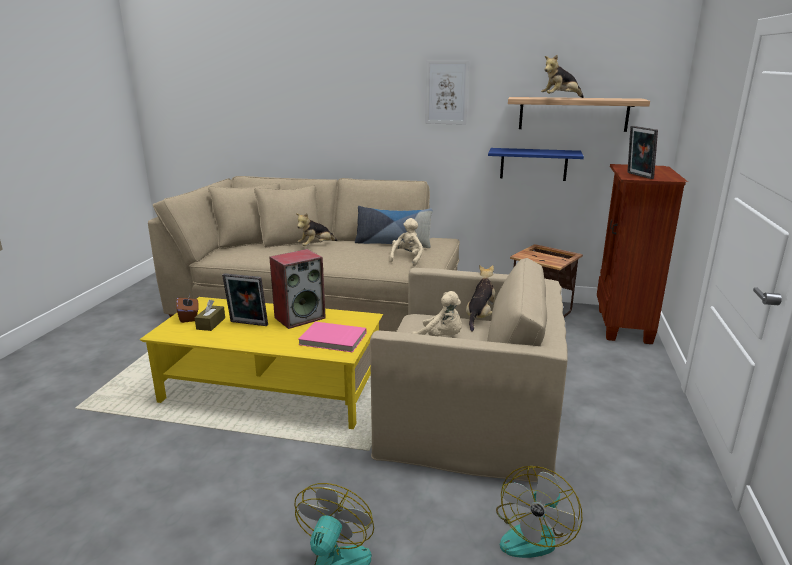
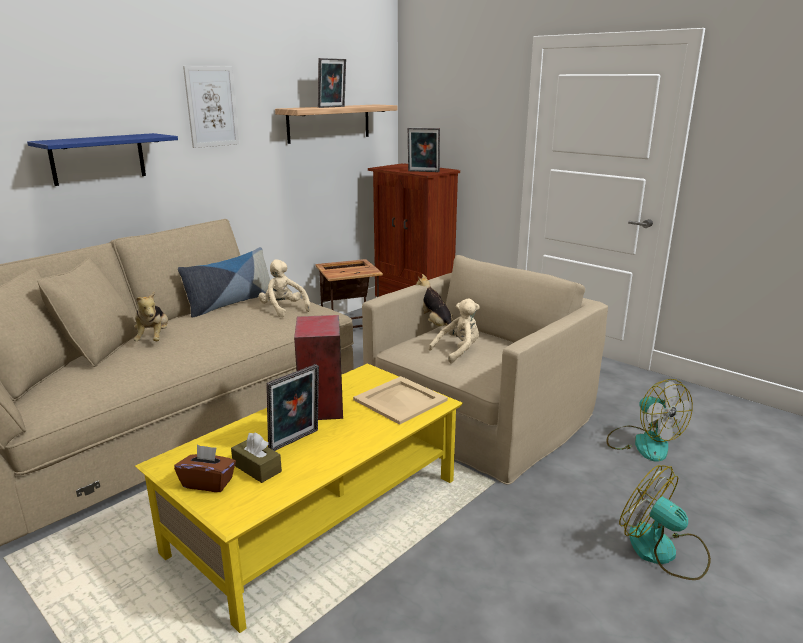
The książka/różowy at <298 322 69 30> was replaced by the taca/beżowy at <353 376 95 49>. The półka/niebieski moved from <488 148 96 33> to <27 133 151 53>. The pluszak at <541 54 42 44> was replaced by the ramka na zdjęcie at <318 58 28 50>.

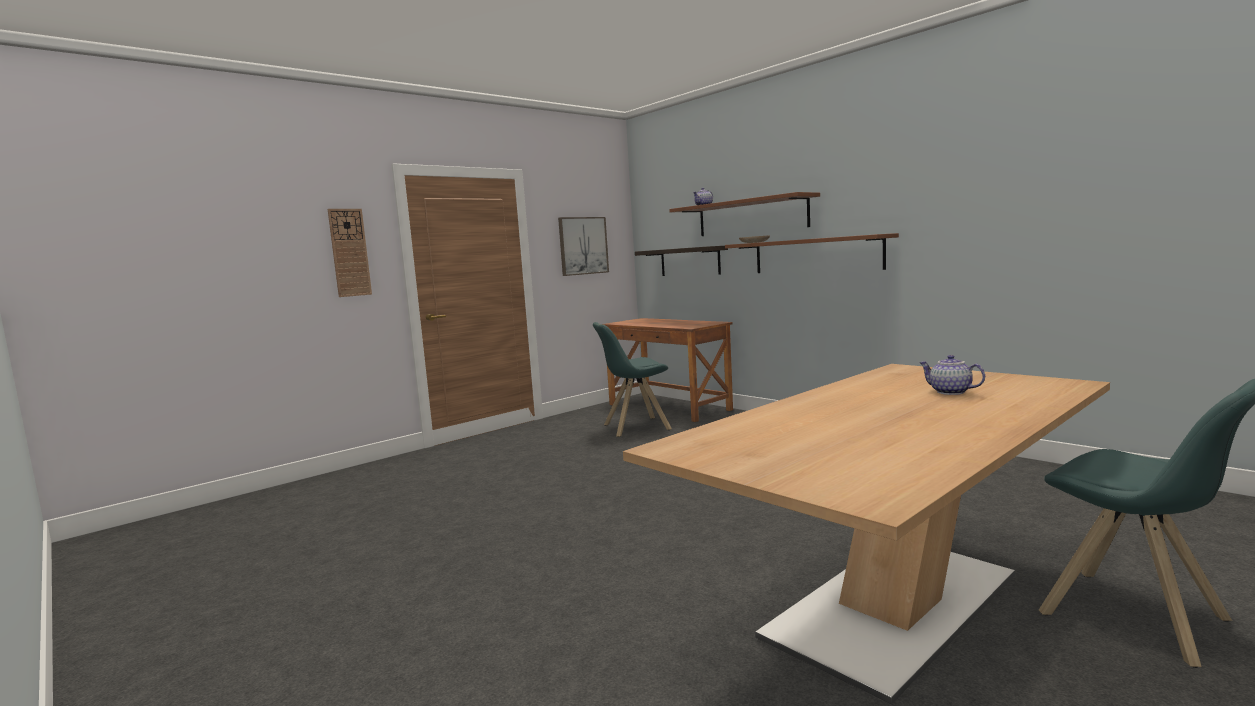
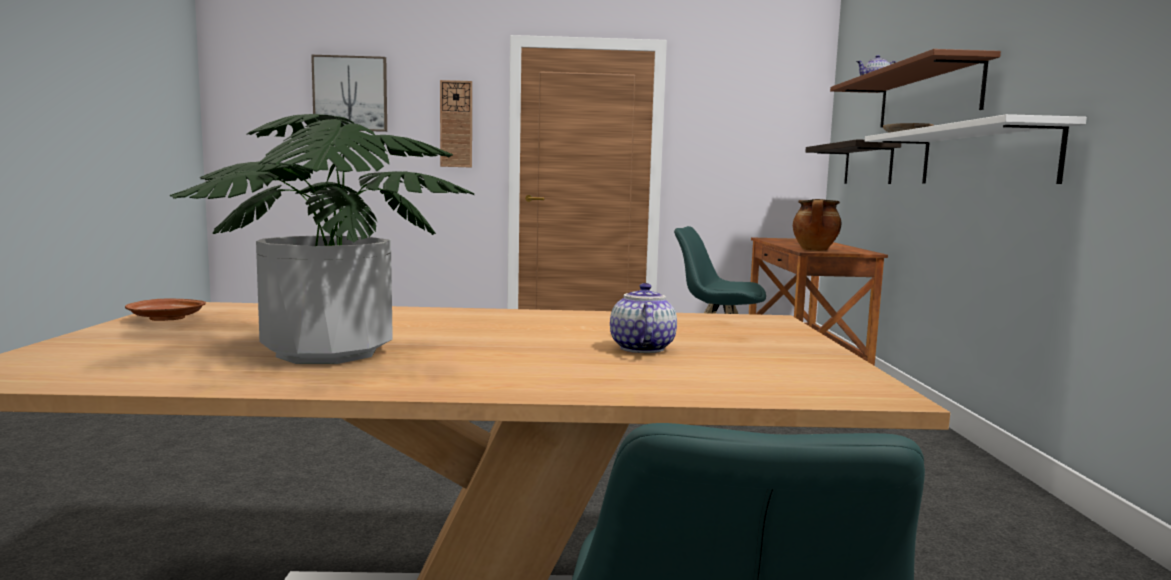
The obraz moved from <558 217 51 59> to <311 55 76 77>. The półka/brązowy at <725 233 174 40> became the półka/biały at <865 114 222 70>. The talerz/brązowy at <125 298 81 23> appeared. The roślina doniczkowa at <170 114 304 250> appeared. The garnek at <793 199 49 52> appeared.

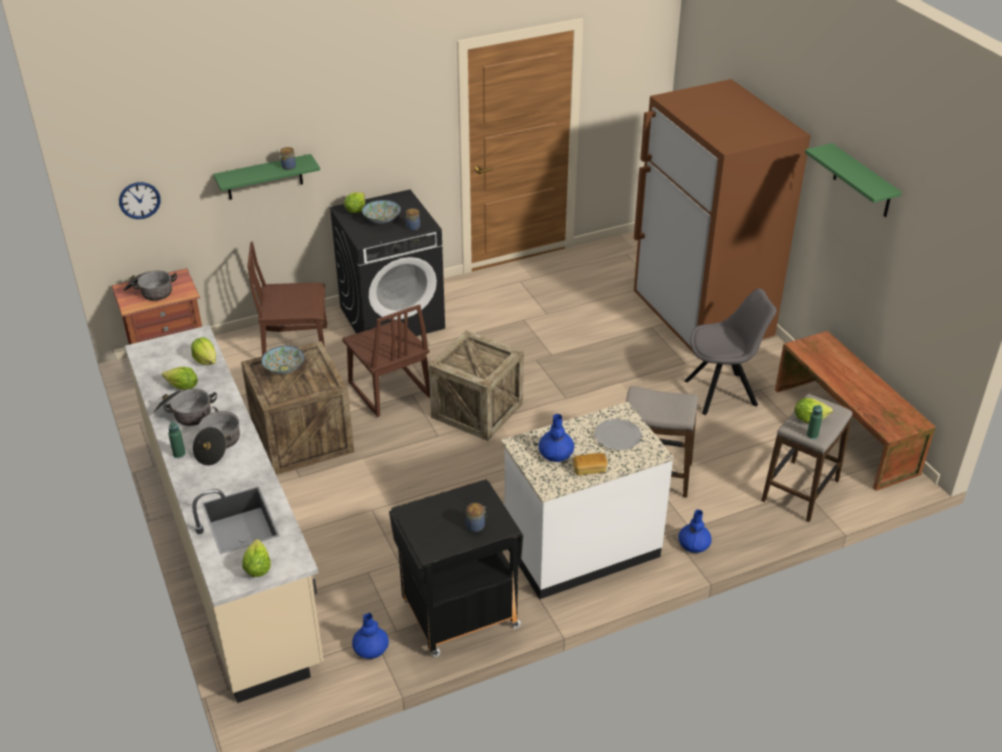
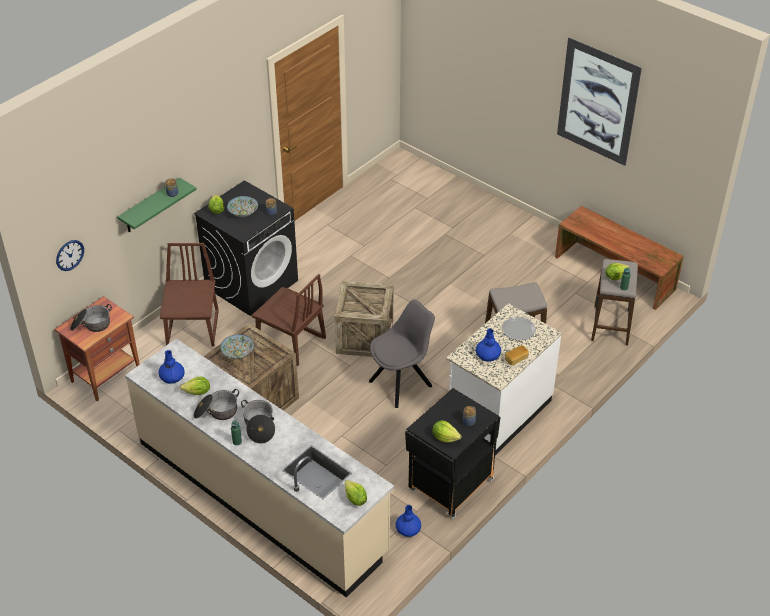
The sałata moved from <191 337 25 28> to <432 420 30 23>. The krzesło/brązowy at <247 242 80 114> turned 120 degrees clockwise. The lodówka/brązowy at <634 79 177 279> disappeared. The wazon/niebieski moved from <678 510 34 43> to <159 350 26 34>. The krzesło/szary moved from <685 288 92 127> to <369 299 66 109>. The półka/zielony at <805 143 97 74> was replaced by the obraz at <557 38 85 128>.

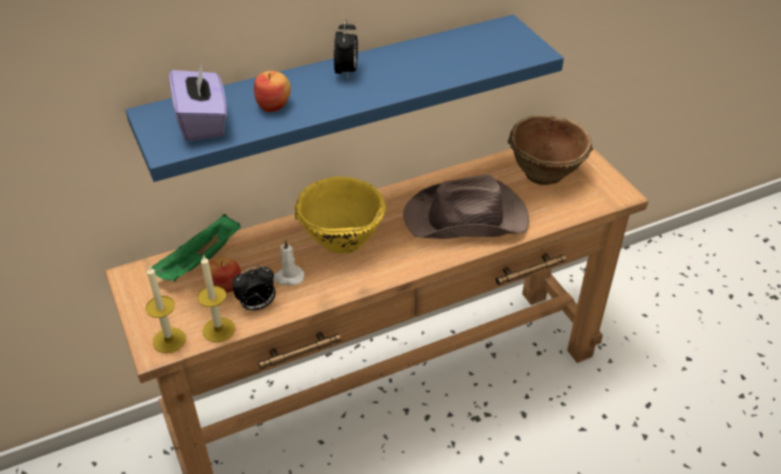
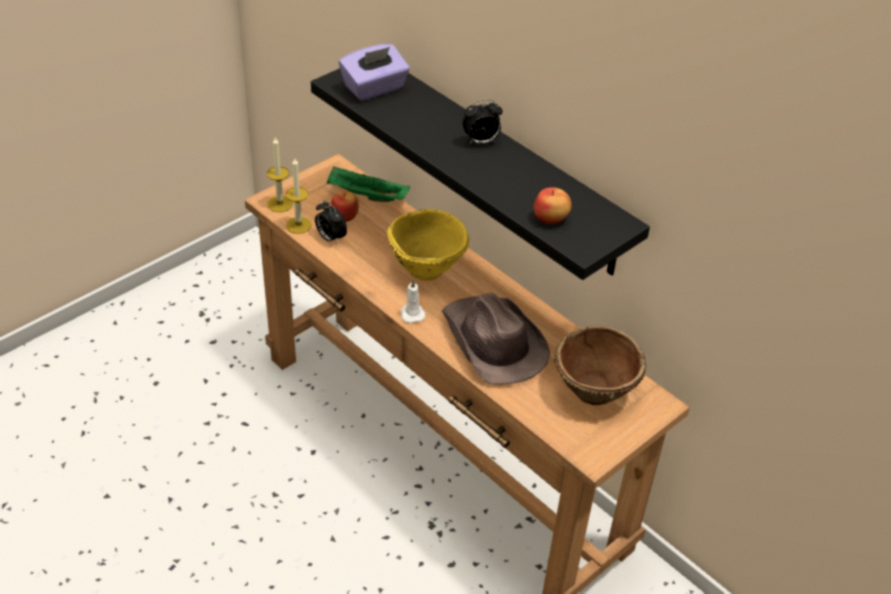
The półka/niebieski at <125 14 439 168> became the półka/czarny at <311 68 339 212>. The jabłko moved from <254 71 37 41> to <534 187 38 37>. The świeca/biały moved from <273 239 32 46> to <400 279 26 44>.

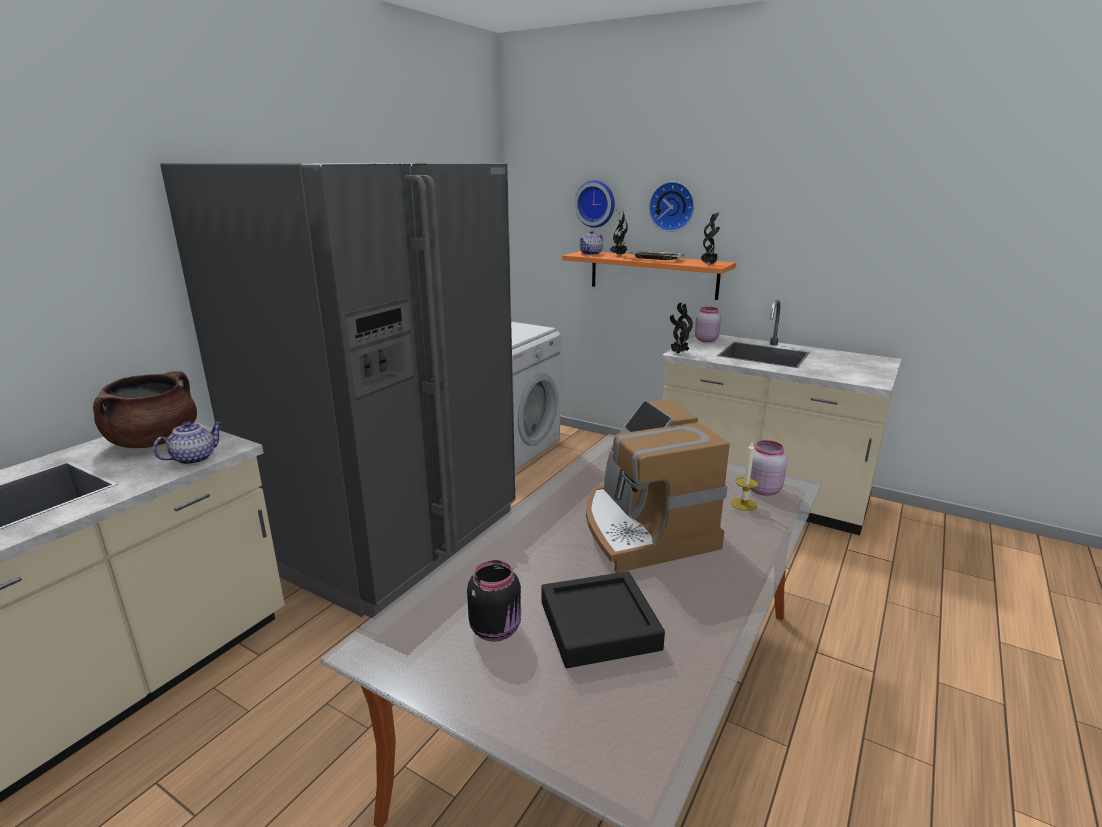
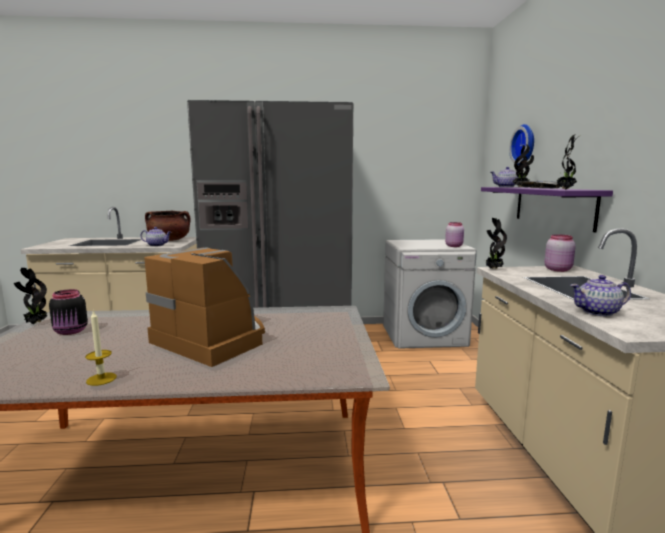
The taca/czarny at <541 571 124 97> disappeared. The półka/pomarańczowy at <562 251 174 49> became the półka/fioletowy at <481 187 132 46>. The ekspres do kawy at <586 399 144 174> turned 90 degrees clockwise. The zegar ścienny at <649 182 45 50> disappeared. The świeca moved from <731 443 27 68> to <85 310 32 76>. The słoik/różowy moved from <750 440 37 56> to <445 222 19 25>. The roślina doniczkowa at <14 268 33 56> appeared. The imbryk at <570 275 61 41> appeared.

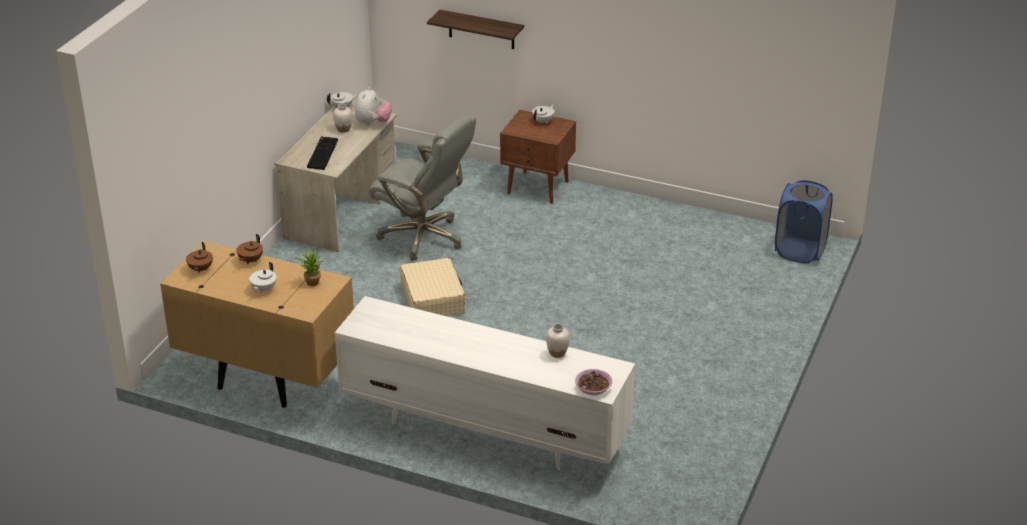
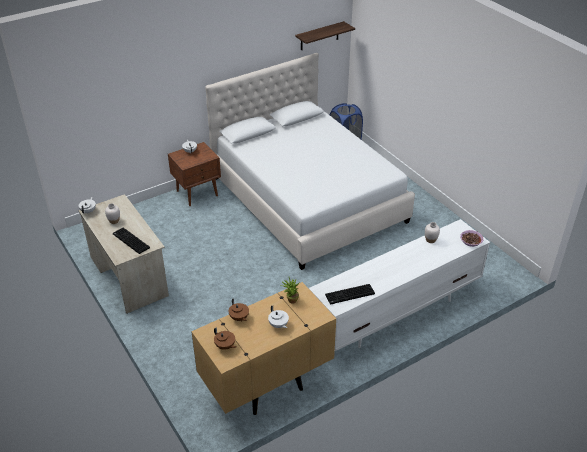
The pluszak at <355 87 37 39> disappeared. The krzesło biurowe/szary at <369 115 107 146> disappeared. The walizka/beżowy at <400 258 66 58> disappeared. The półka moved from <427 9 97 40> to <295 21 60 29>. The łóżko/biały at <205 53 210 217> appeared. The klawiatura at <325 284 50 20> appeared.

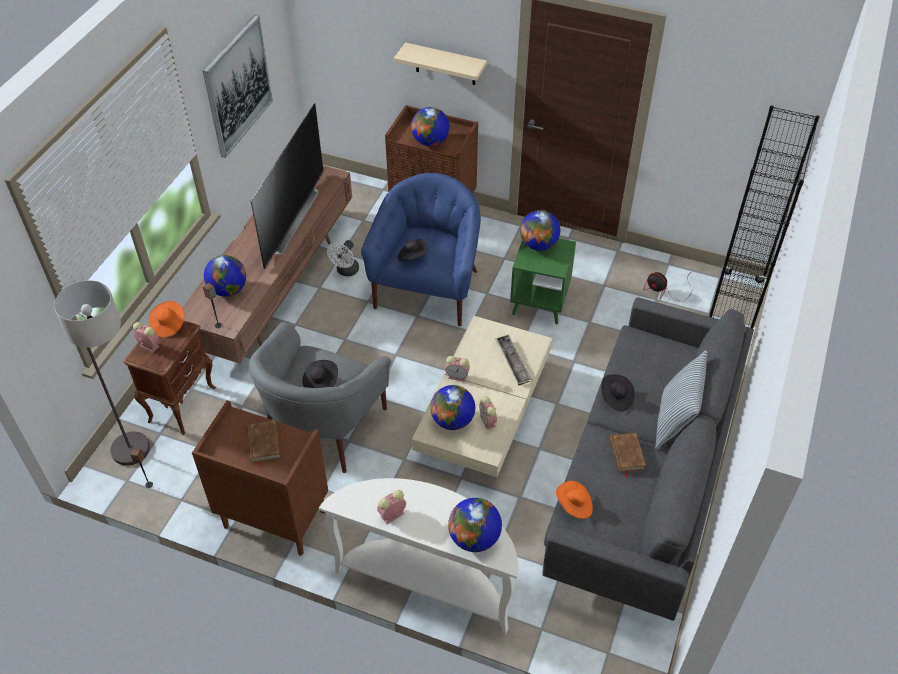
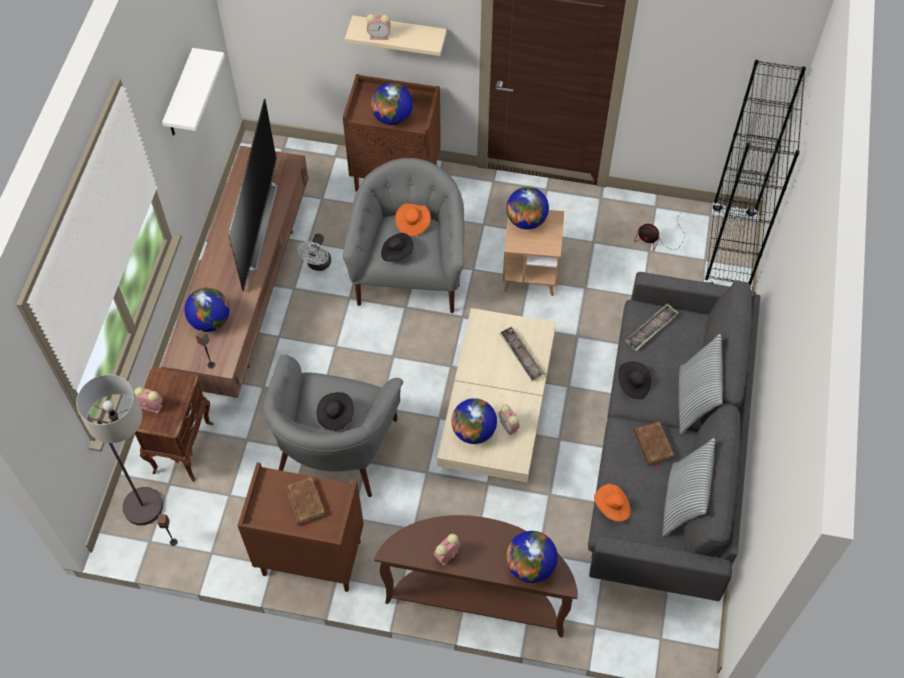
The kapelusz/pomarańczowy moved from <149 301 35 36> to <395 203 36 33>. The obraz at <203 15 70 143> was replaced by the półka/biały at <162 48 63 88>. The stolik konsolowy/biały at <319 478 199 156> became the stolik konsolowy/brązowy at <374 515 204 123>. The fotel/niebieski at <361 173 120 153> became the fotel/szary at <343 158 121 155>. The budzik moved from <445 356 25 26> to <366 14 25 26>. The stolik/zielony at <510 239 66 86> became the stolik/brązowy at <502 210 62 86>. The taca at <625 303 54 48> appeared. The poduszka at <662 438 53 99> appeared.

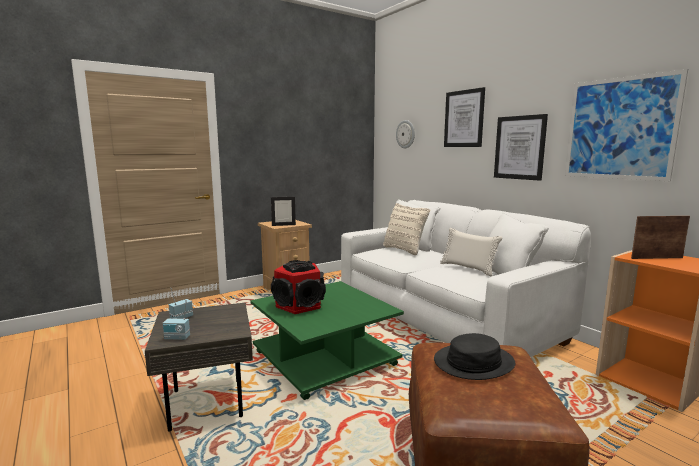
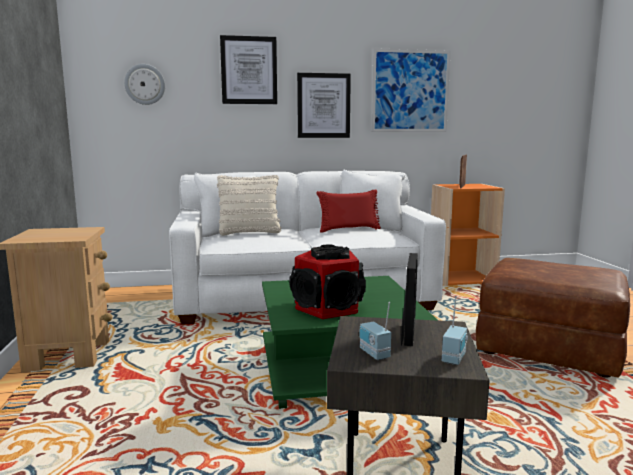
The ramka na zdjęcie moved from <271 196 25 30> to <401 253 17 93>. The kapelusz/czarny at <434 333 81 47> disappeared. The poduszka/biały at <440 228 62 48> became the poduszka/czerwony at <316 189 65 44>.

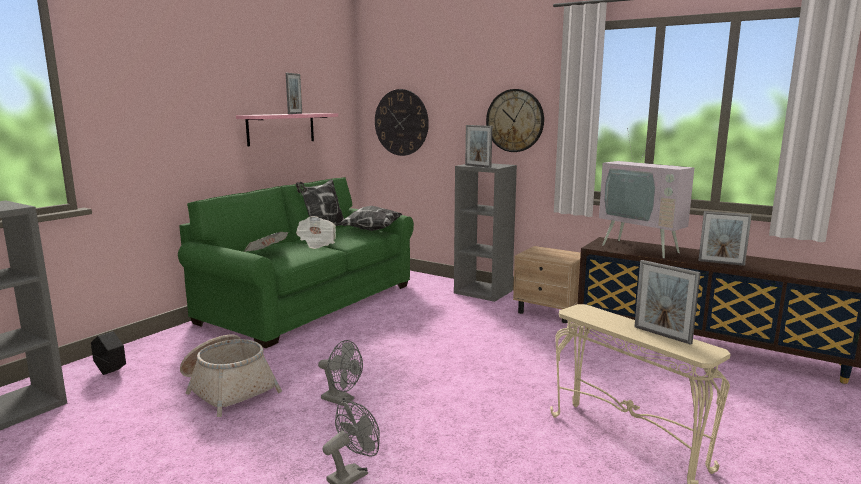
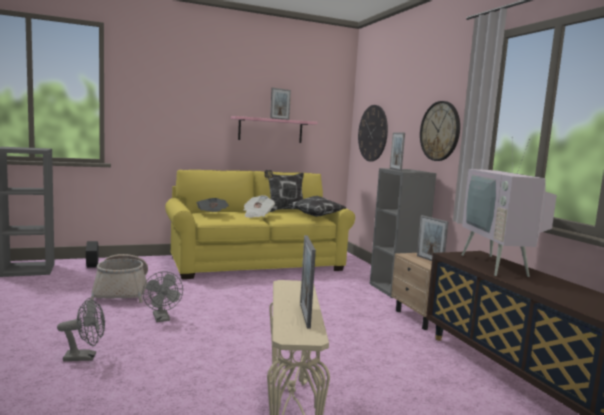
The kanapa/zielony at <178 177 236 171> became the kanapa/żółty at <165 170 190 109>. The ramka na zdjęcie moved from <698 211 54 55> to <417 215 31 46>.

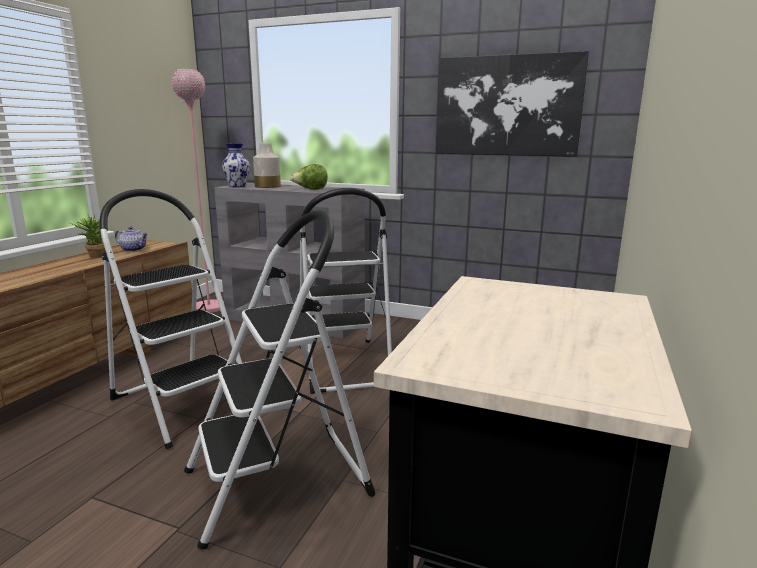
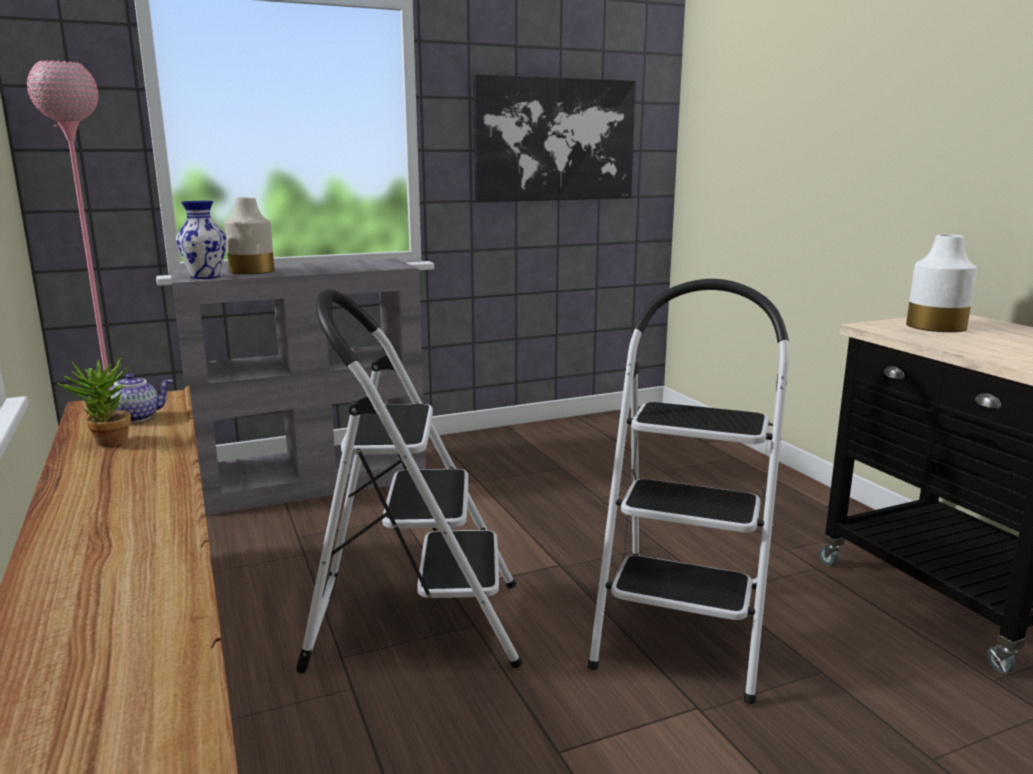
The sałata at <290 164 38 26> disappeared. The drabinka at <299 188 93 206> disappeared. The wazon/biały at <906 234 71 98> appeared.

